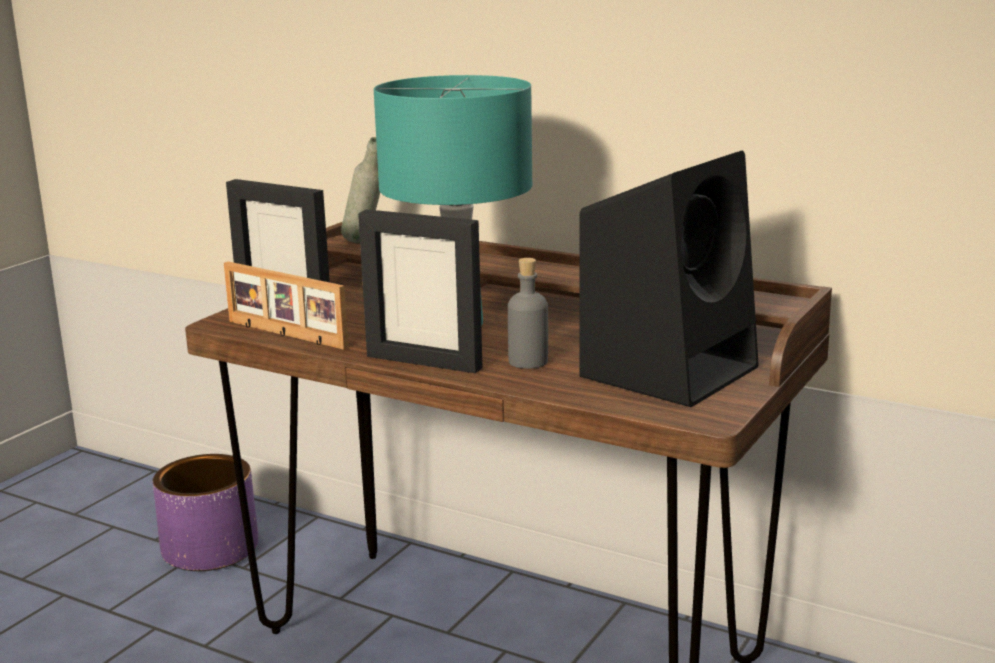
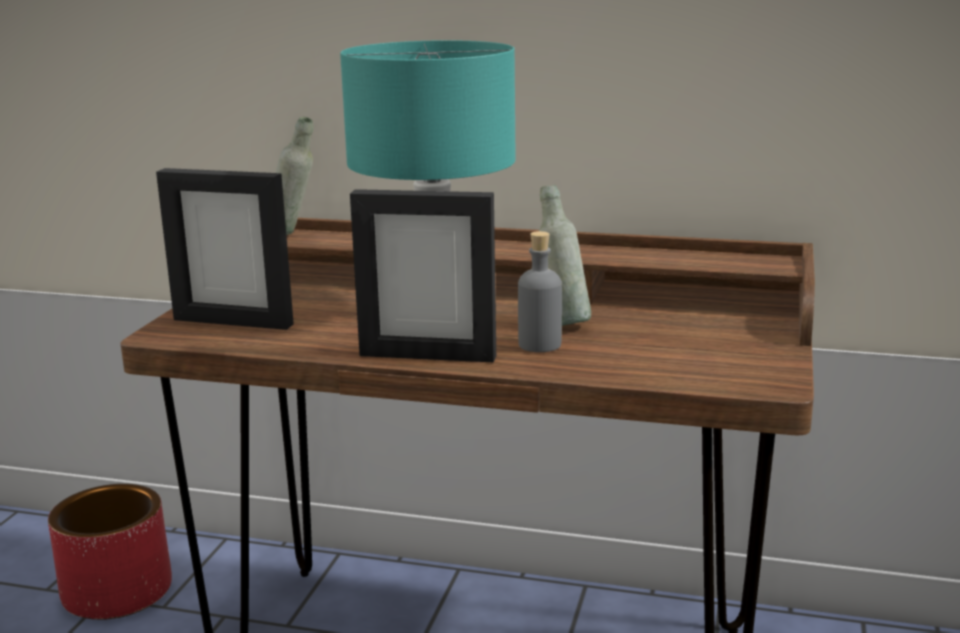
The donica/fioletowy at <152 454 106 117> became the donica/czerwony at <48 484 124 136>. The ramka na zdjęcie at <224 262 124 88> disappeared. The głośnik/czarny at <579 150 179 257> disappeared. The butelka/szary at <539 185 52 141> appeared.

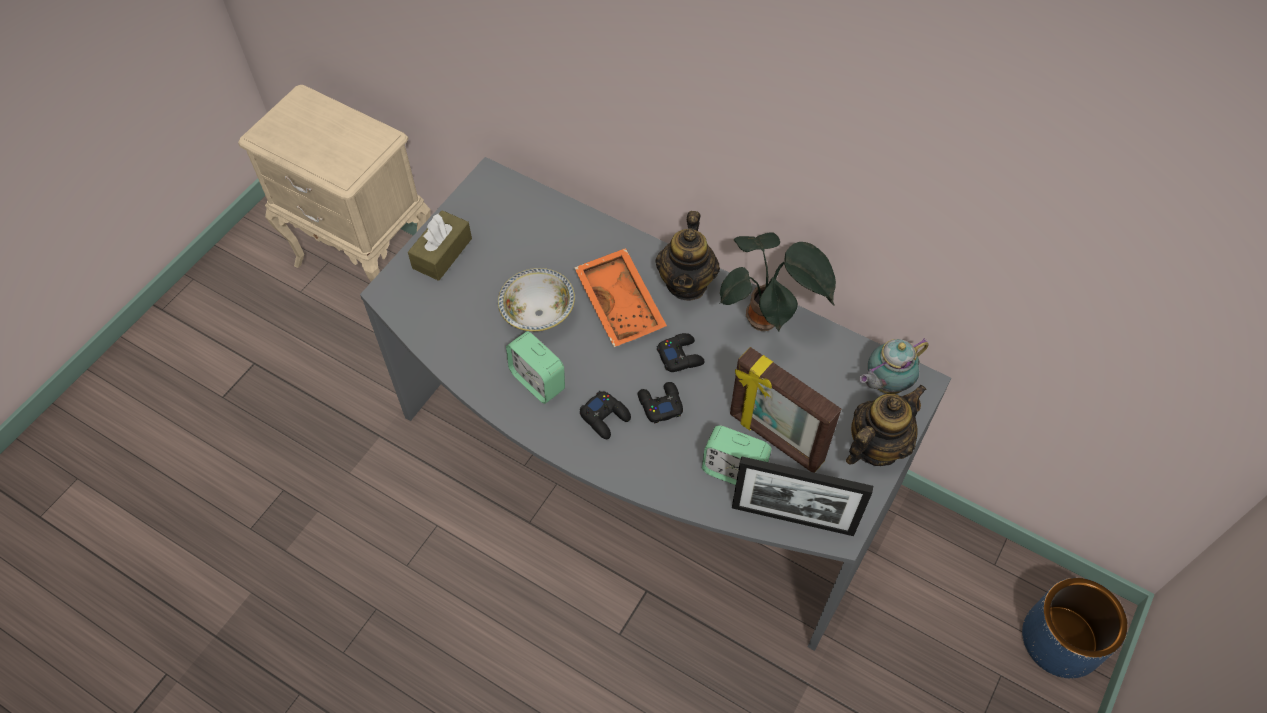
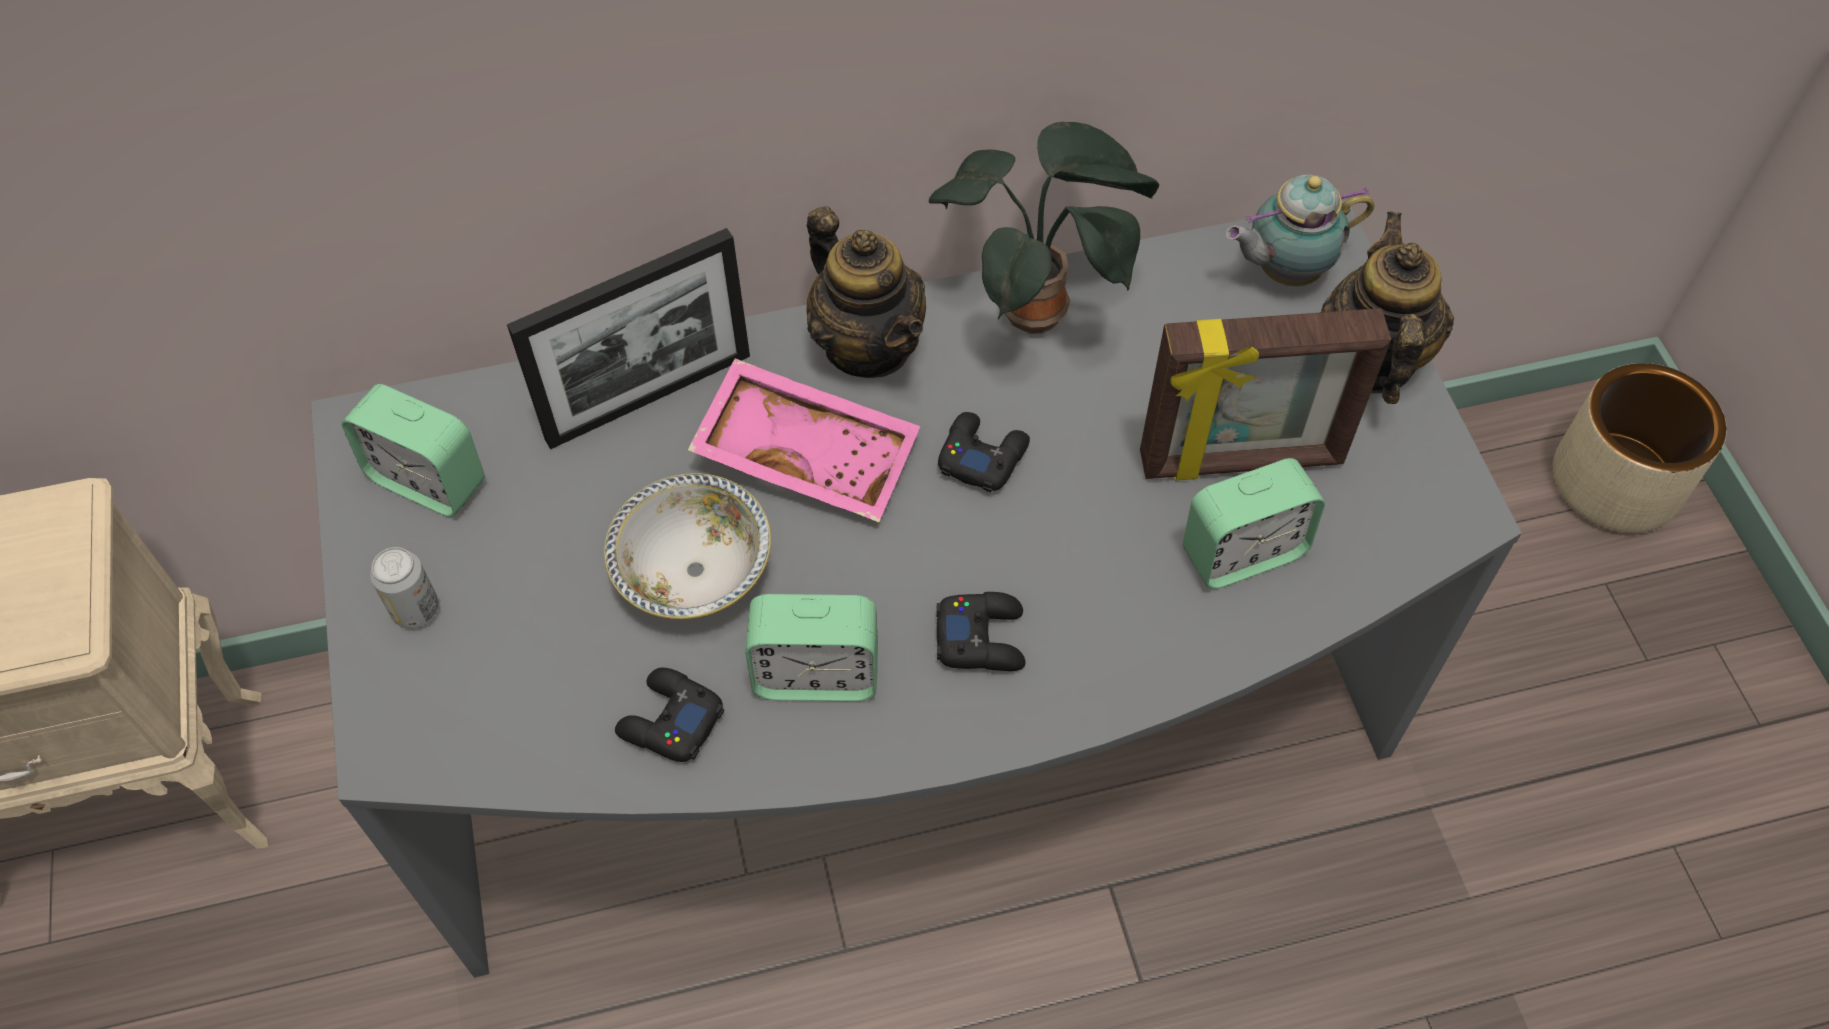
The pudełko chusteczek/brązowy at <408 210 64 71> was replaced by the puszka at <370 547 69 82>. The taca/pomarańczowy at <574 248 93 99> became the taca/różowy at <688 358 232 164>. The pad do gier/czarny moved from <638 382 45 42> to <615 668 109 94>. The ramka na zdjęcie moved from <732 456 141 80> to <507 228 243 221>. The imbryk at <859 338 70 56> turned 60 degrees clockwise. The donica/niebieski at <1022 578 106 100> became the donica/beżowy at <1552 363 175 170>. The budzik at <341 384 144 133> appeared.

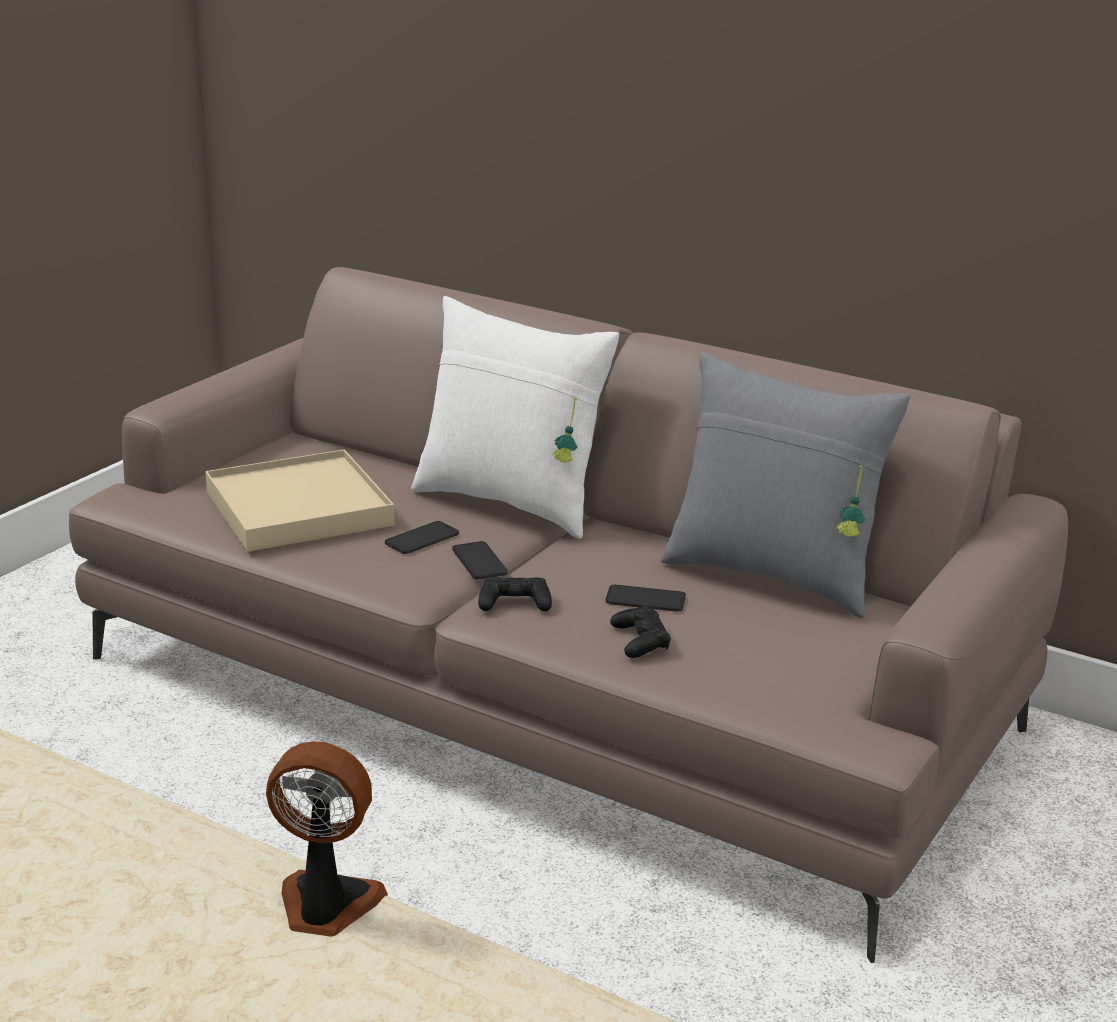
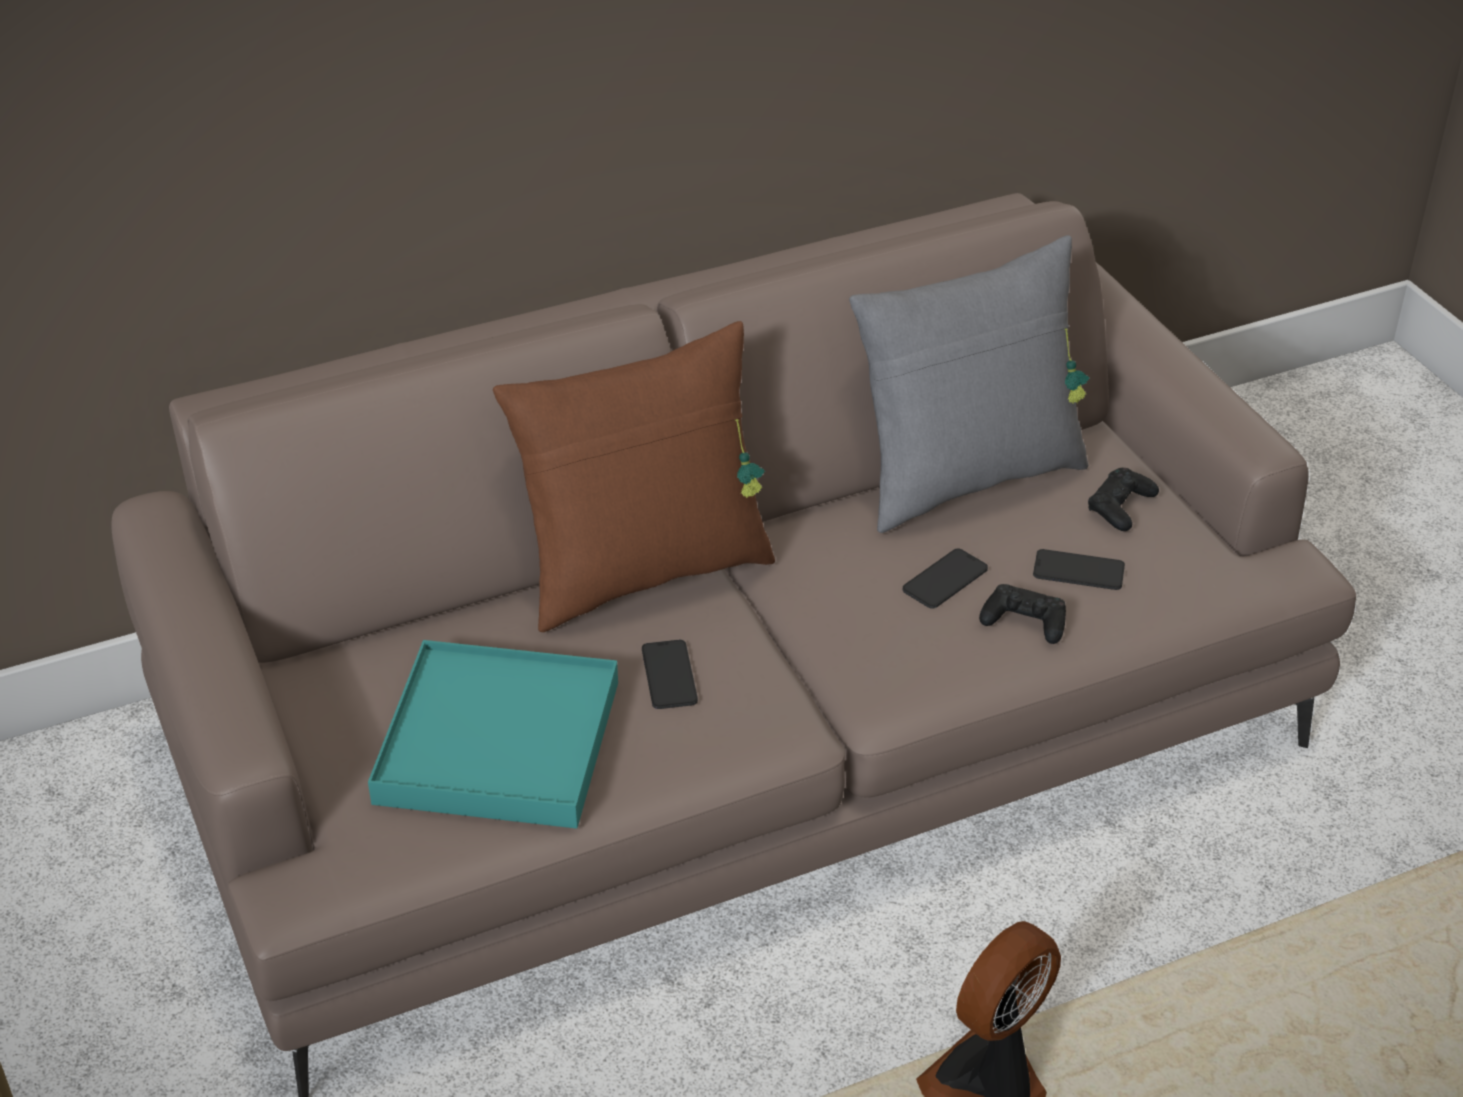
The taca/beżowy at <205 449 189 103> became the taca/turkusowy at <368 640 250 189>. The poduszka/biały at <411 296 208 243> became the poduszka/brązowy at <493 321 282 311>. The telefon moved from <452 541 56 38> to <1033 549 92 41>. The pad do gier/czarny moved from <478 577 74 35> to <1088 468 71 63>.

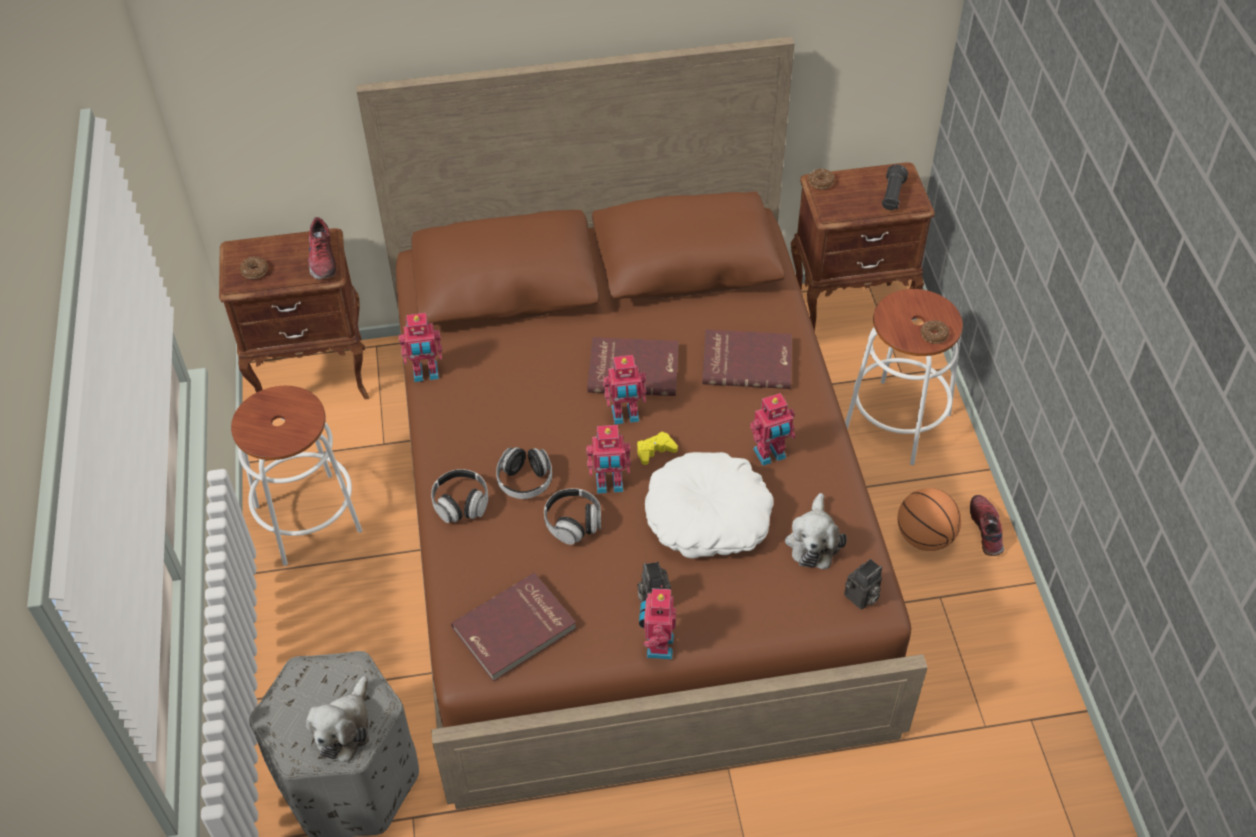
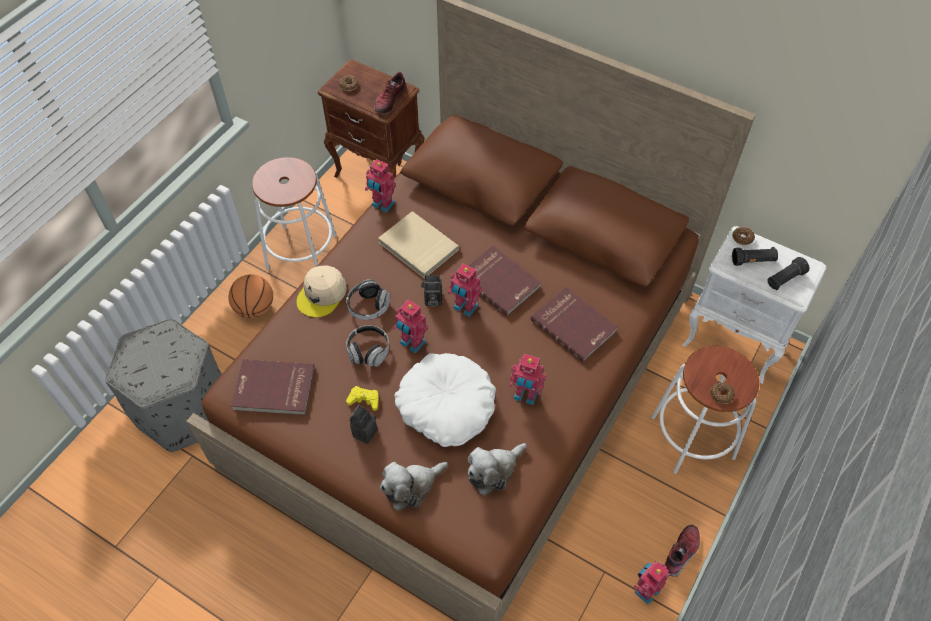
The pluszak moved from <306 676 63 86> to <380 462 68 49>. The słuchawki at <431 469 57 54> was replaced by the czapka z daszkiem/beżowy at <297 265 50 53>. The pad do gier/żółty moved from <637 431 41 34> to <346 386 33 25>. The robot zabawkowy moved from <639 585 37 74> to <634 561 36 44>. The szafka nocna/brązowy at <791 162 144 169> became the szafka nocna/biały at <682 226 145 158>. The aparat fotograficzny moved from <844 559 38 51> to <421 275 21 31>. The piłka do koszykówki moved from <898 488 64 63> to <229 274 44 44>. The książka/beżowy at <378 211 81 68> appeared. The latarka/czarny at <732 247 46 19> appeared.

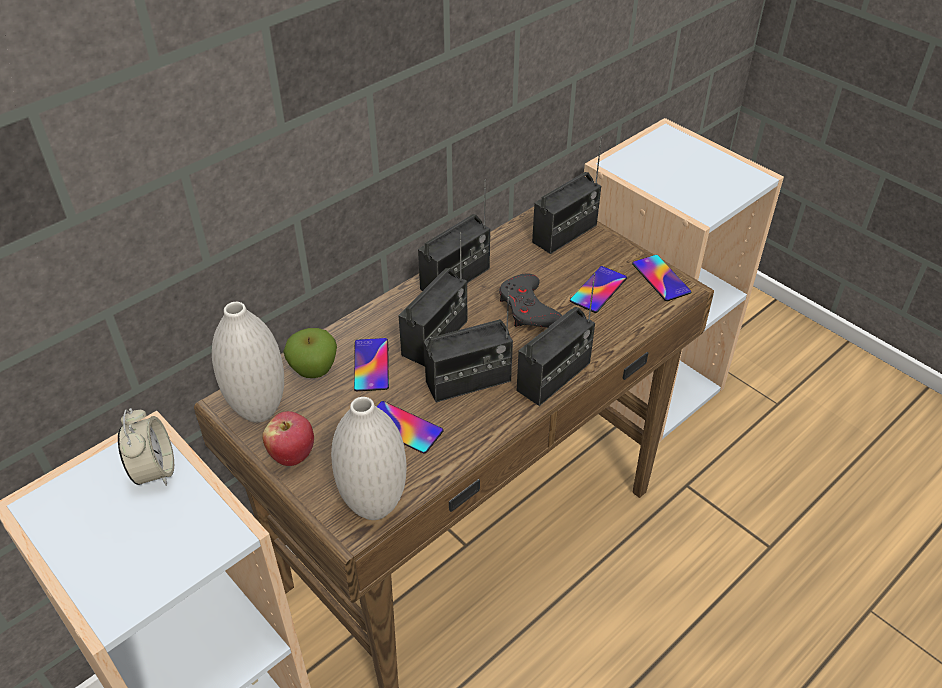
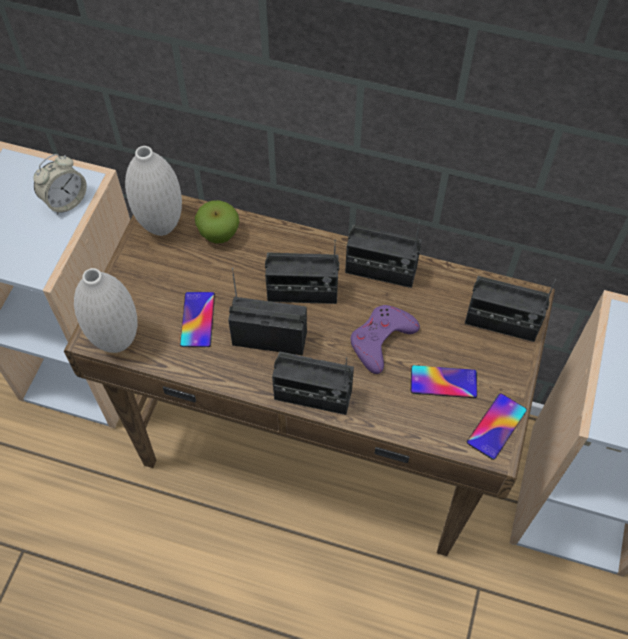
The jabłko at <262 411 52 55> disappeared. The telefon at <354 338 35 53> disappeared. The radio at <424 289 89 113> turned 150 degrees clockwise. The pad do gier/szary at <499 273 63 55> became the pad do gier/fioletowy at <350 305 70 69>.

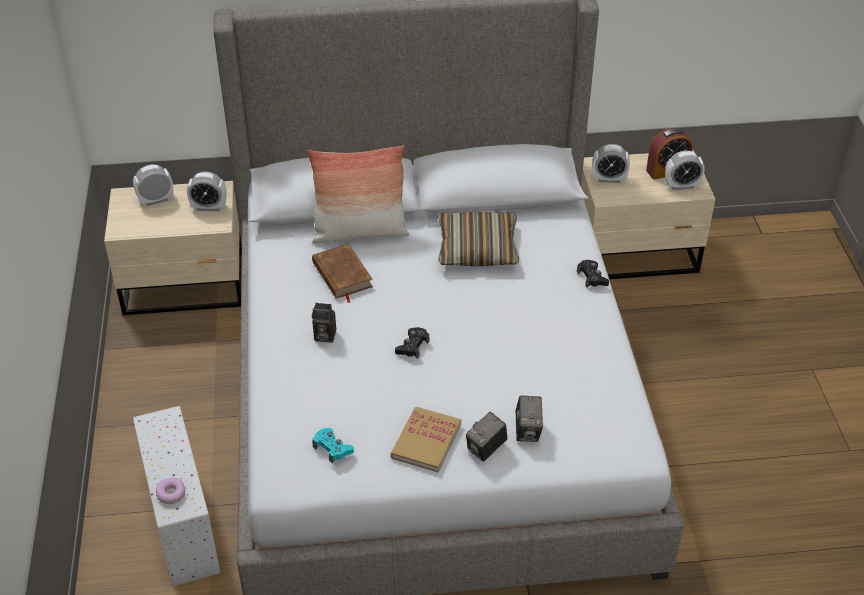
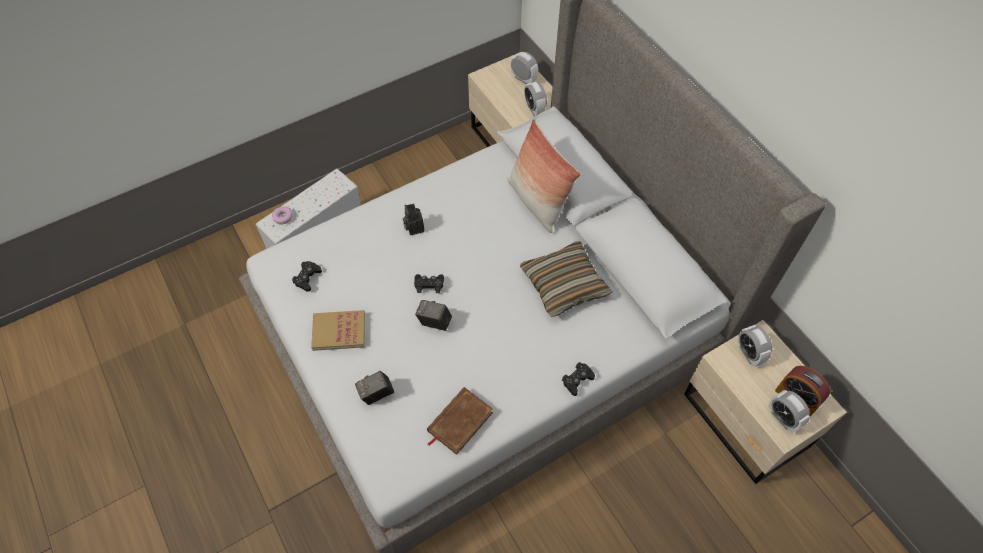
The książka/brązowy moved from <312 244 61 59> to <427 387 66 68>. The pad do gier/turkusowy at <312 428 42 35> became the pad do gier/czarny at <292 261 30 31>. The aparat fotograficzny moved from <466 412 42 50> to <415 300 37 31>.

